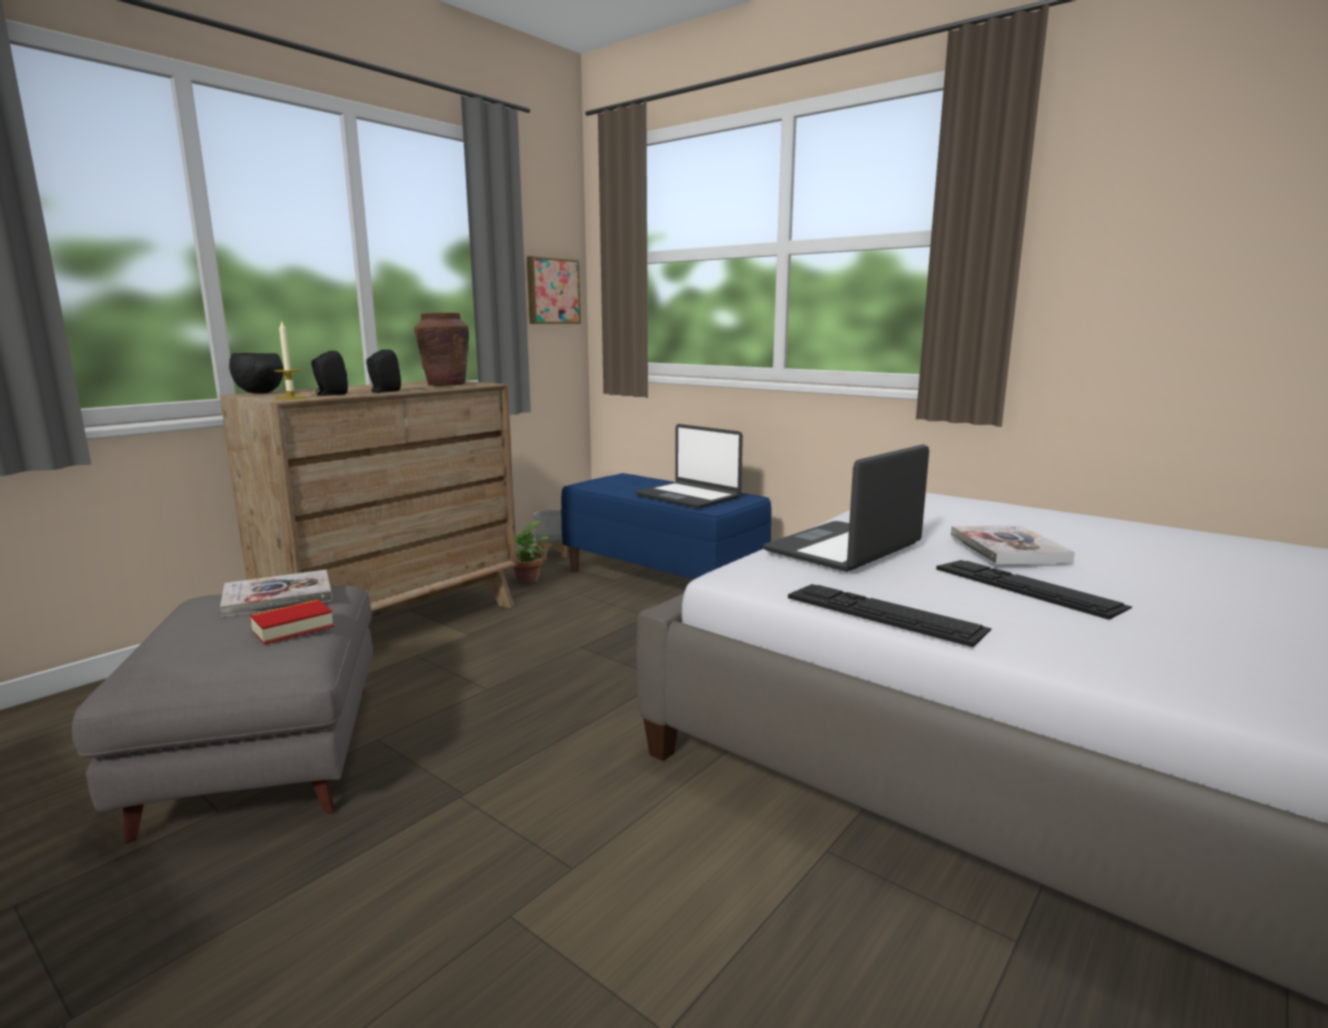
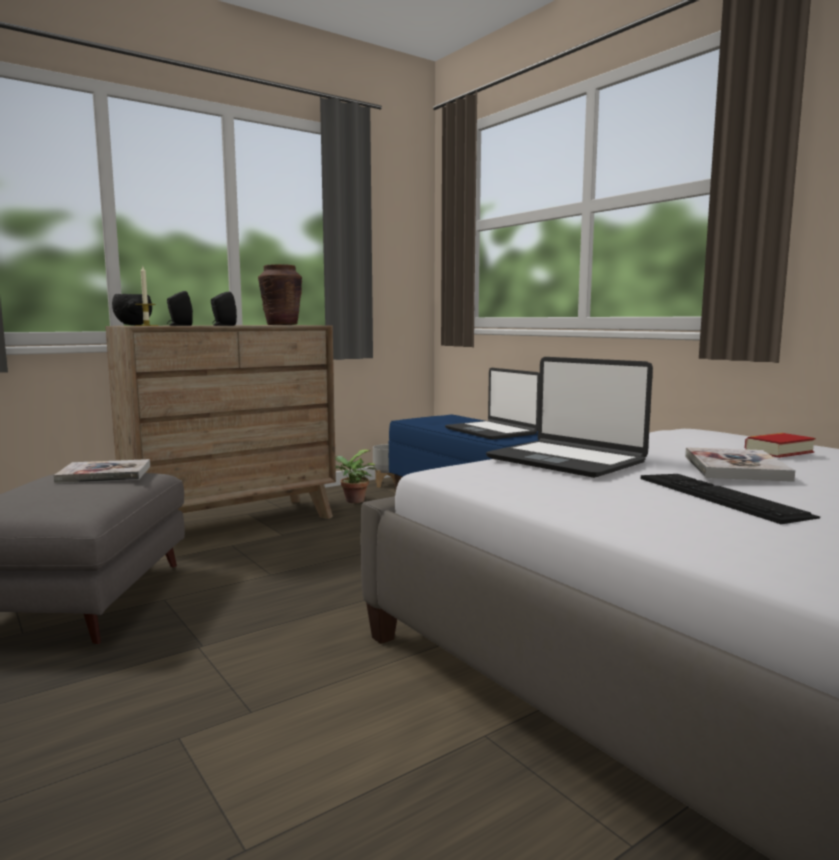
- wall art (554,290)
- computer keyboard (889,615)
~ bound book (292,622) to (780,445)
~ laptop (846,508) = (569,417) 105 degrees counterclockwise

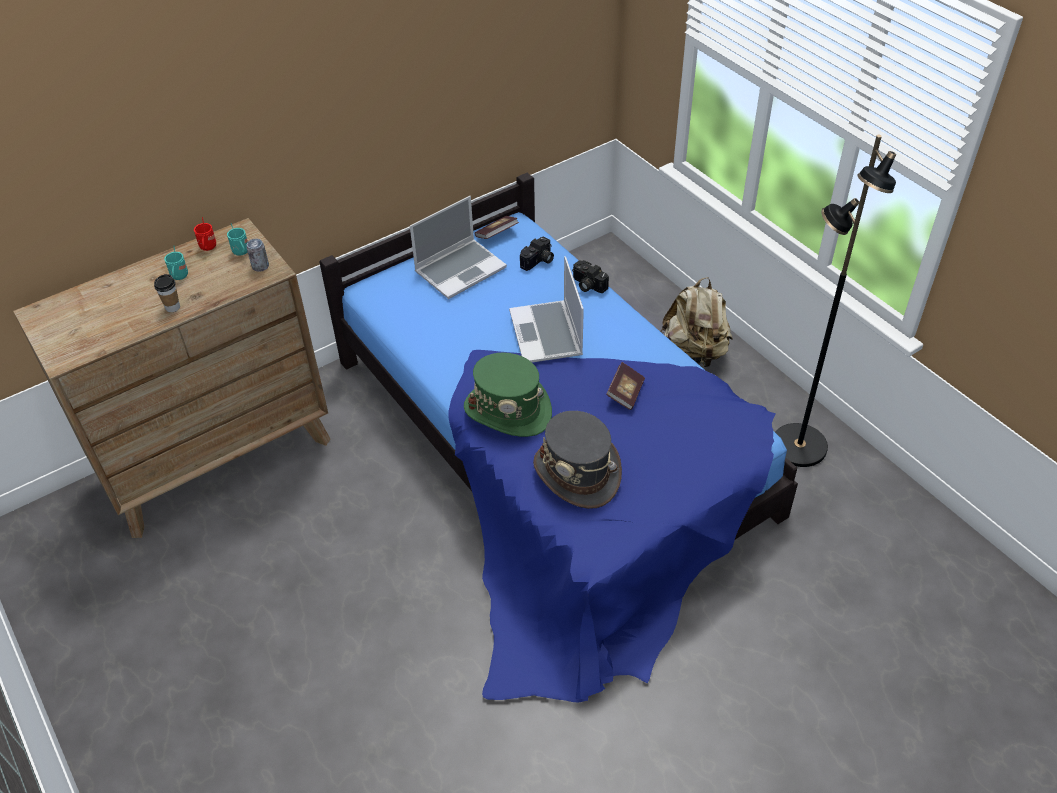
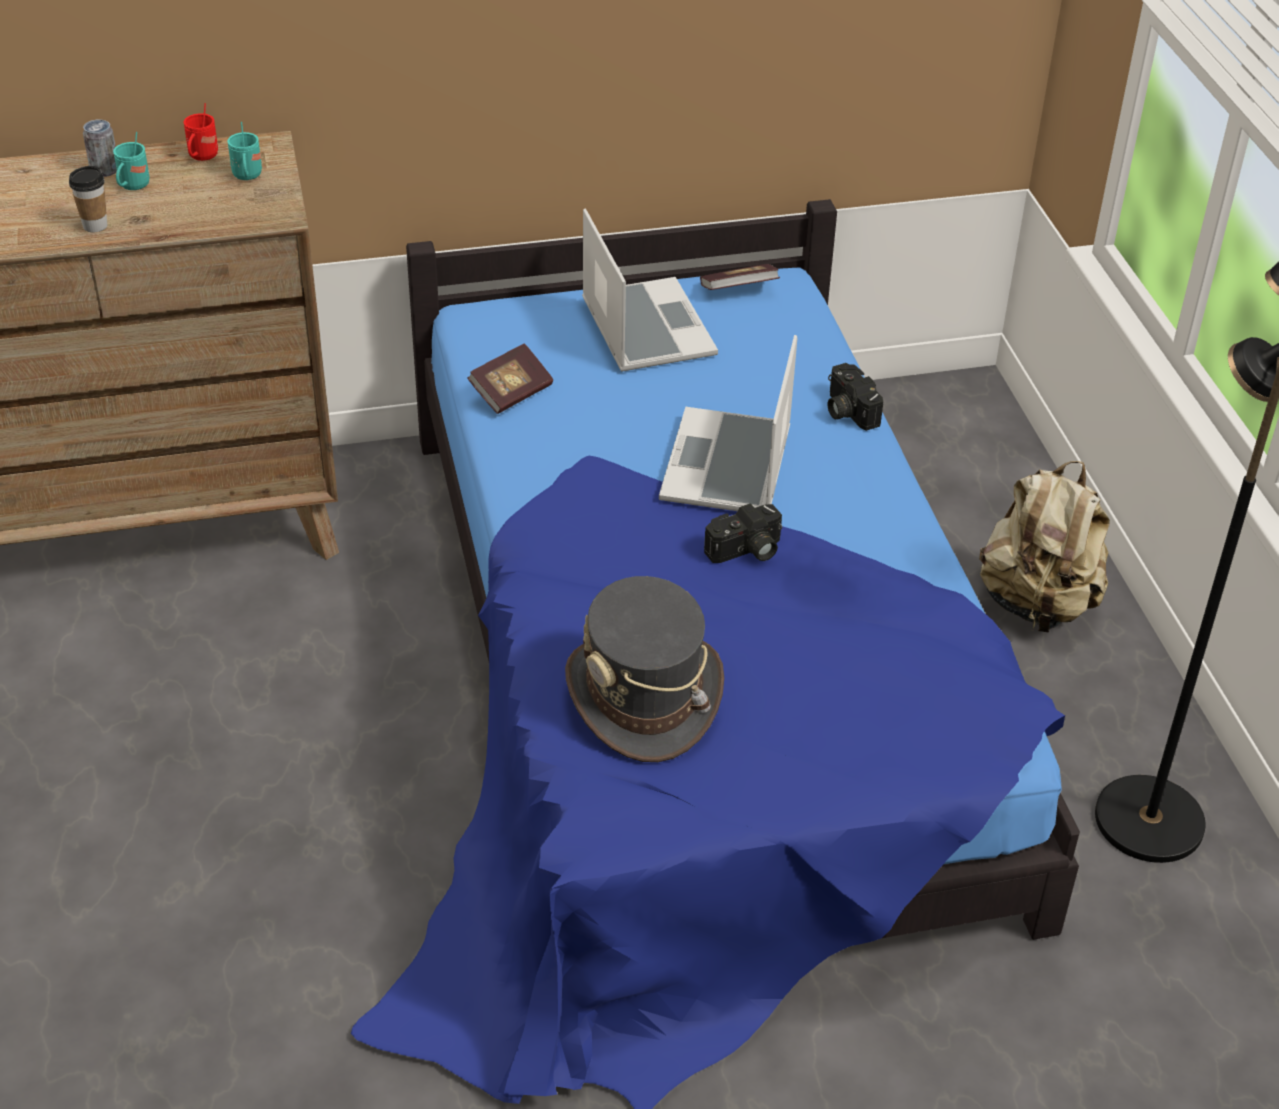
- green wearable hat (508,395)
~ sealed can (258,255) to (100,148)
~ still camera (537,253) to (743,533)
~ bound book (625,386) to (510,378)
~ laptop (458,247) = (650,290) 90 degrees counterclockwise

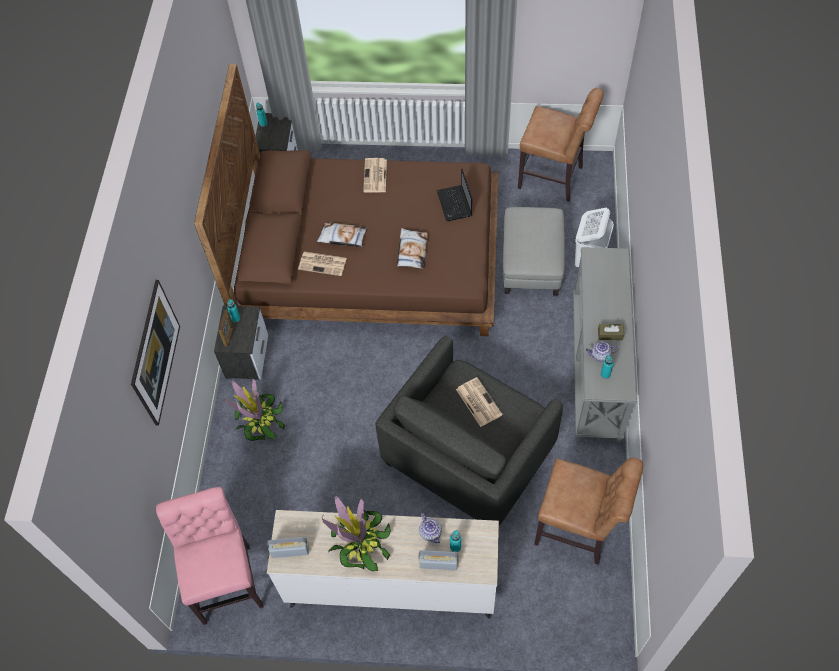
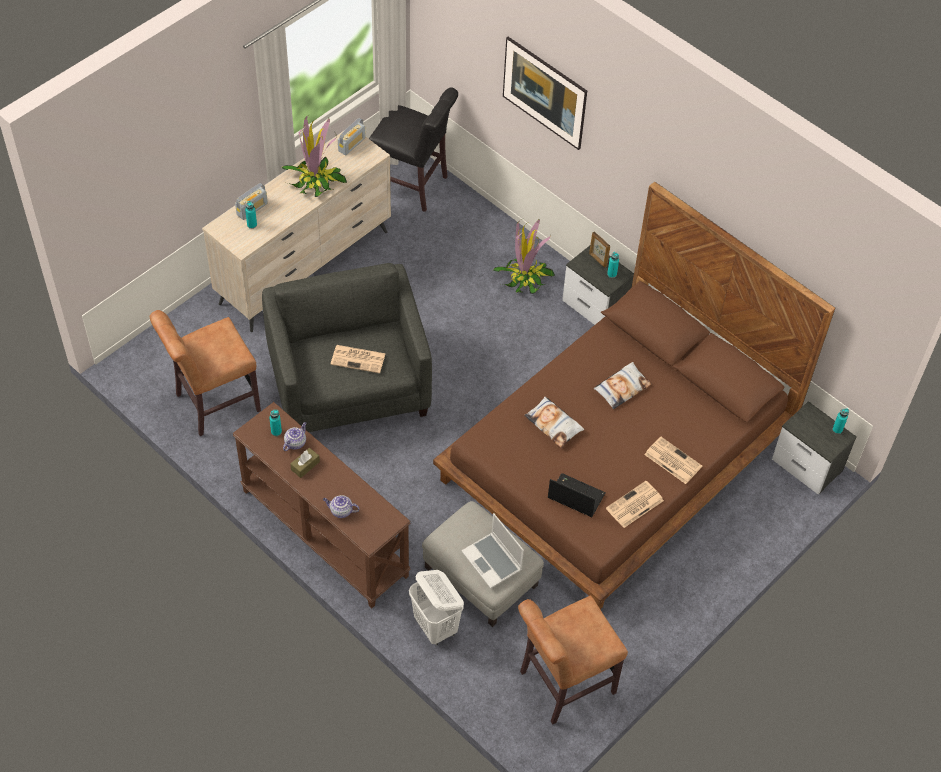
+ laptop (492,551)
~ printed paper (322,264) to (635,504)
~ tea pot (430,528) to (341,506)
~ pinkish upright chair (210,556) to blackish upright chair (413,149)
~ grey hall table (605,345) to brownish hall table (322,505)

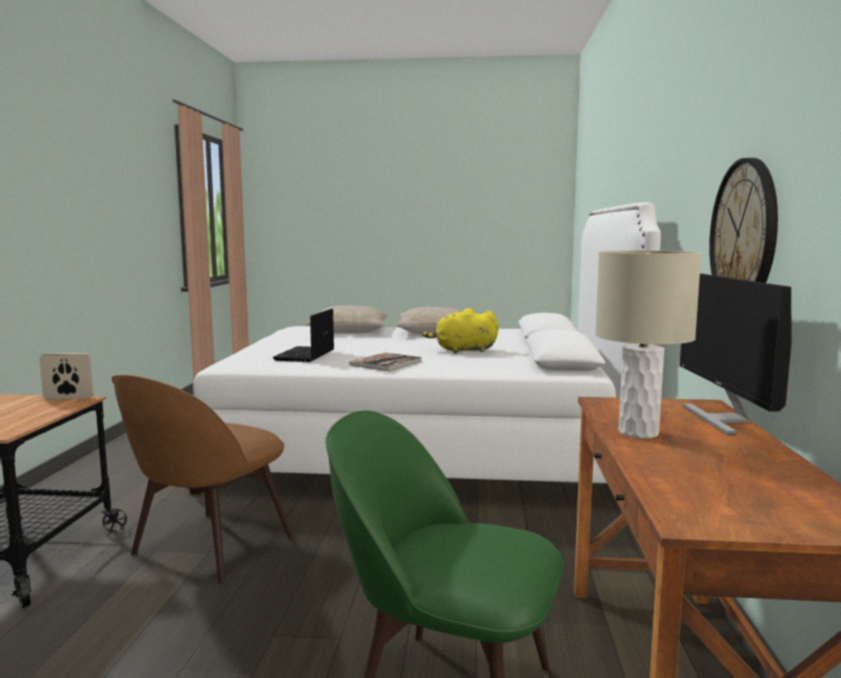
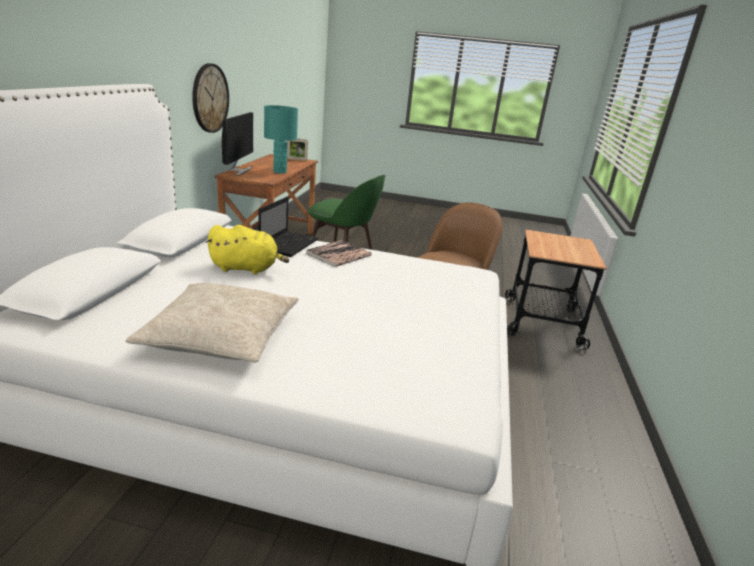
- sand-coloured throw pillow (347,319)
~ picture frame (66,376) to (297,149)
~ laptop (303,335) to (289,227)
~ sand-coloured lamp for a table (648,344) to blue-green lamp for a table (281,139)

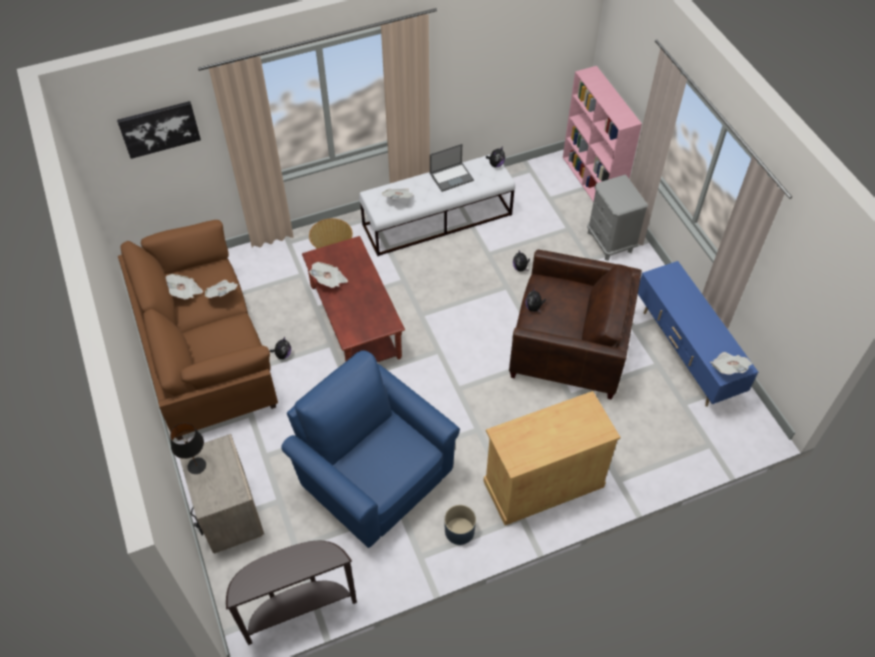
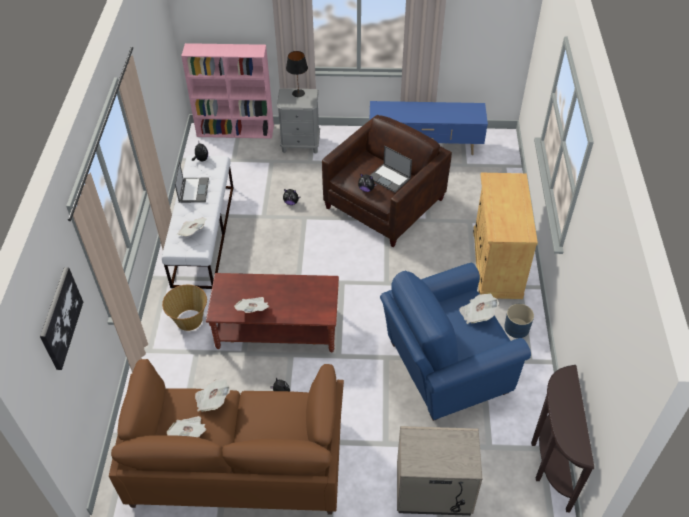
+ laptop (391,169)
~ blackish lamp for a table (188,448) to (297,74)
~ printed paper (731,363) to (479,309)

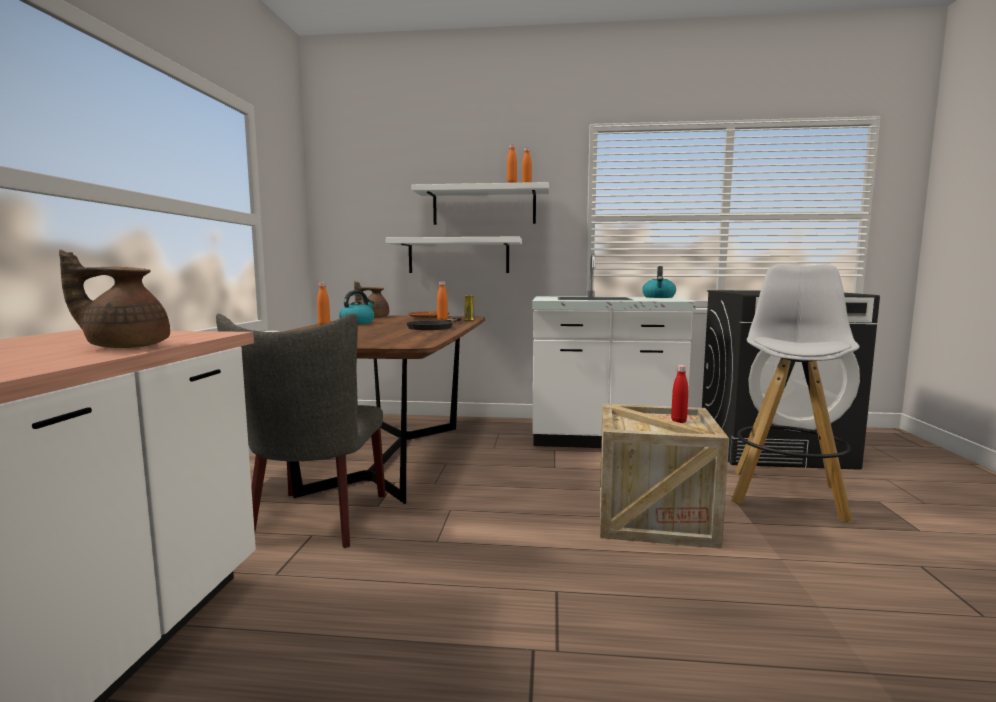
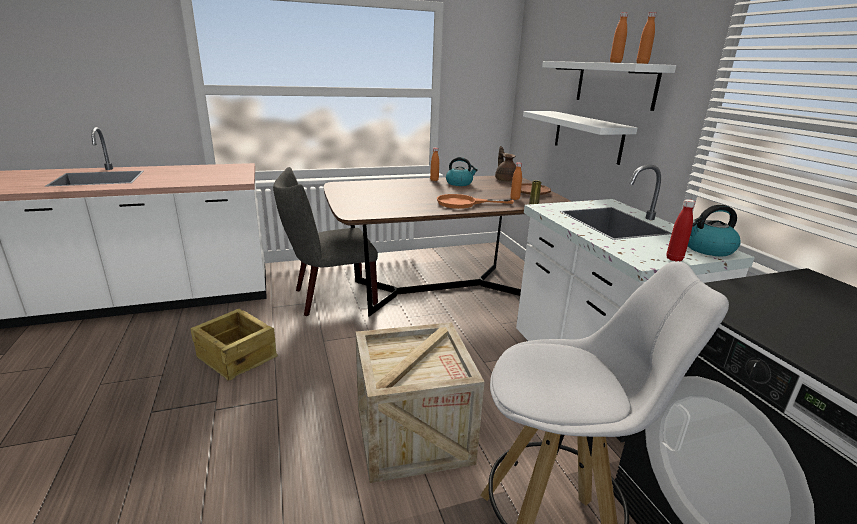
- brownish tea pot (114,299)
+ crate (234,345)
~ reddish bottle (679,394) to (681,230)
~ blackish skillet (434,324) to orange-coloured skillet (475,201)

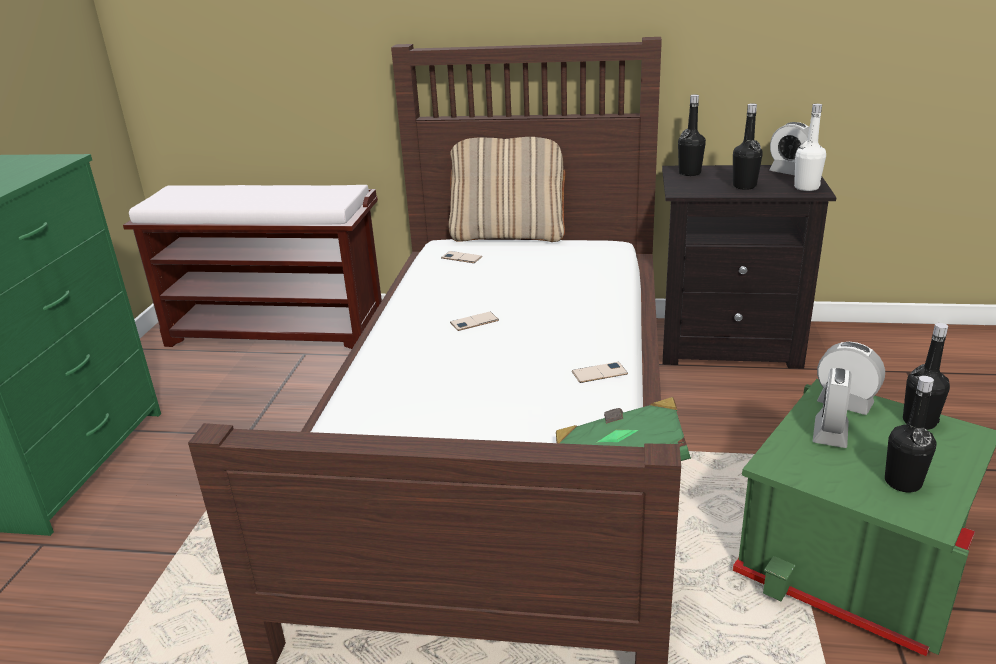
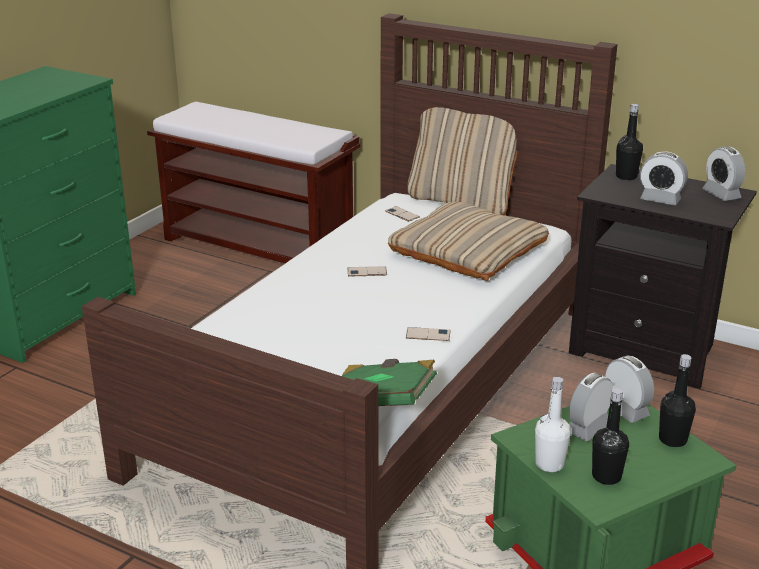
+ sand-coloured throw pillow (468,241)
~ whitish bottle (810,147) to (553,424)
~ blackish bottle (748,147) to alarm clock (664,178)

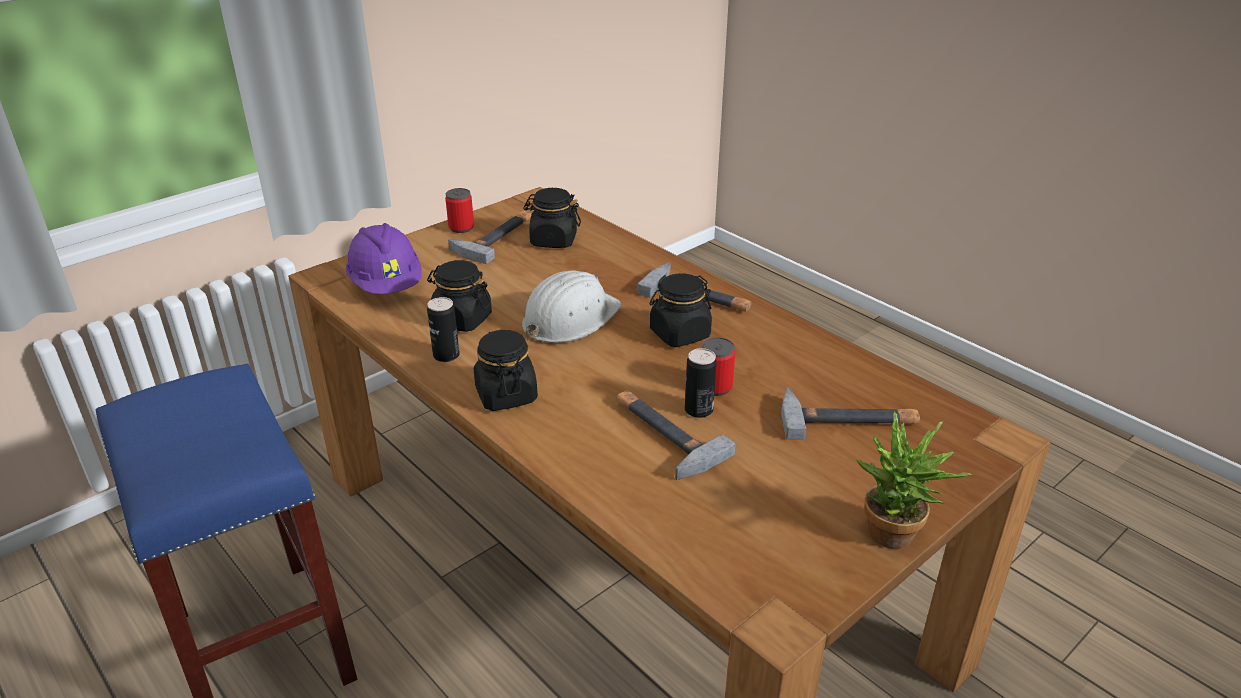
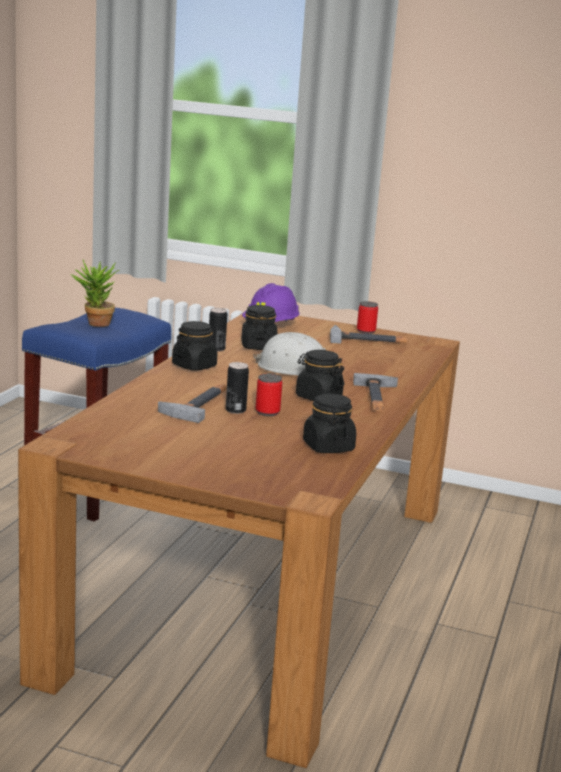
- hammer (850,413)
~ blackish preserve jar (552,218) to (329,423)
~ houseplant (914,480) to (94,293)

